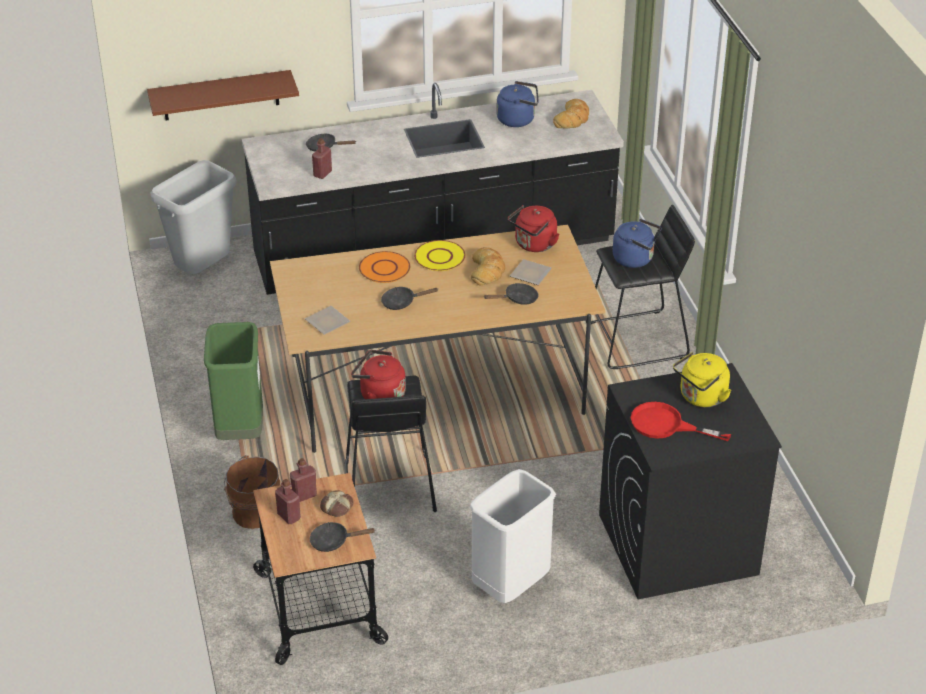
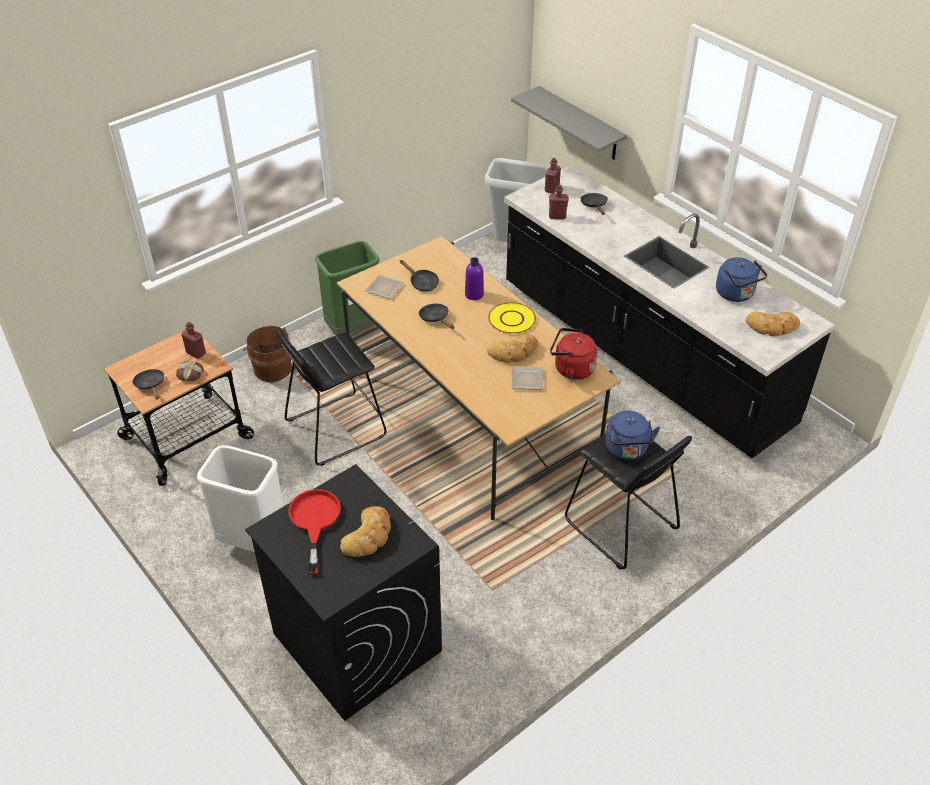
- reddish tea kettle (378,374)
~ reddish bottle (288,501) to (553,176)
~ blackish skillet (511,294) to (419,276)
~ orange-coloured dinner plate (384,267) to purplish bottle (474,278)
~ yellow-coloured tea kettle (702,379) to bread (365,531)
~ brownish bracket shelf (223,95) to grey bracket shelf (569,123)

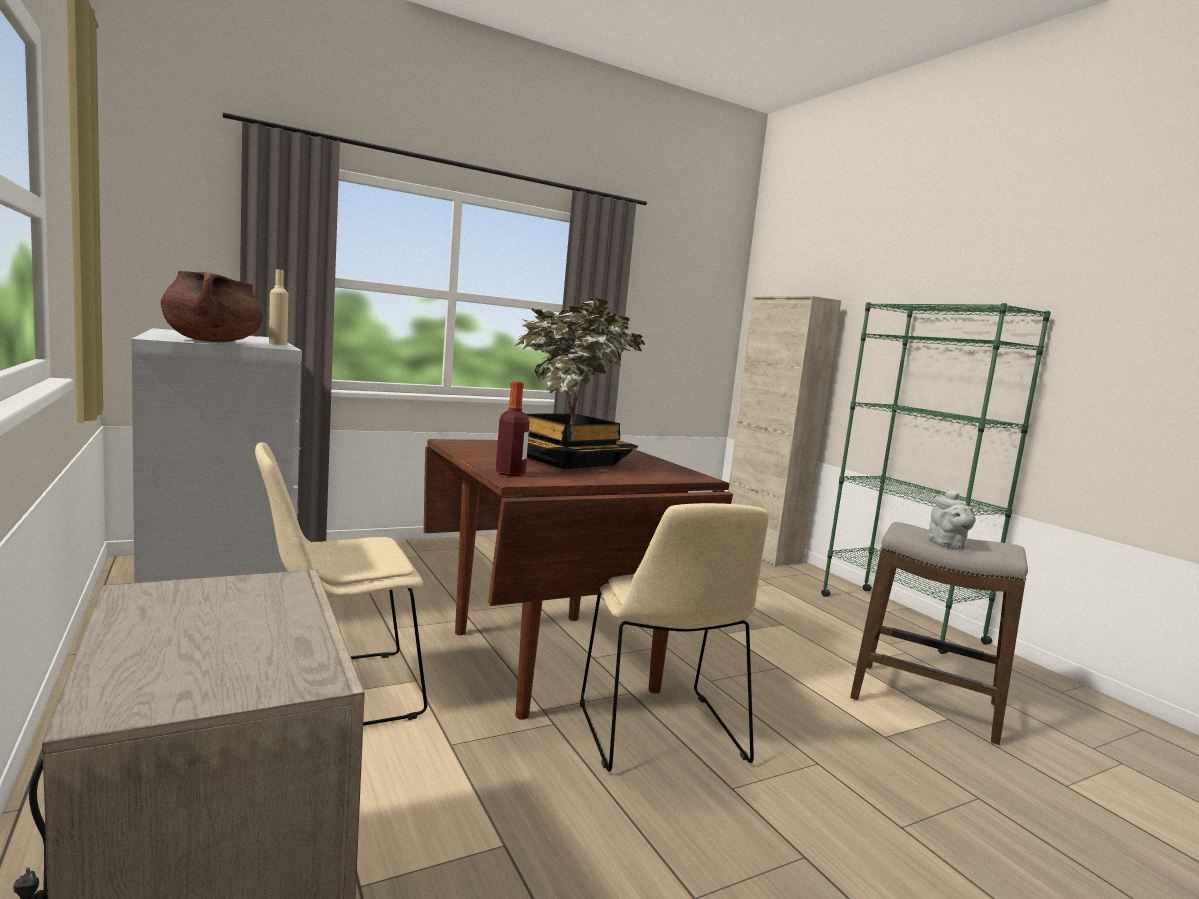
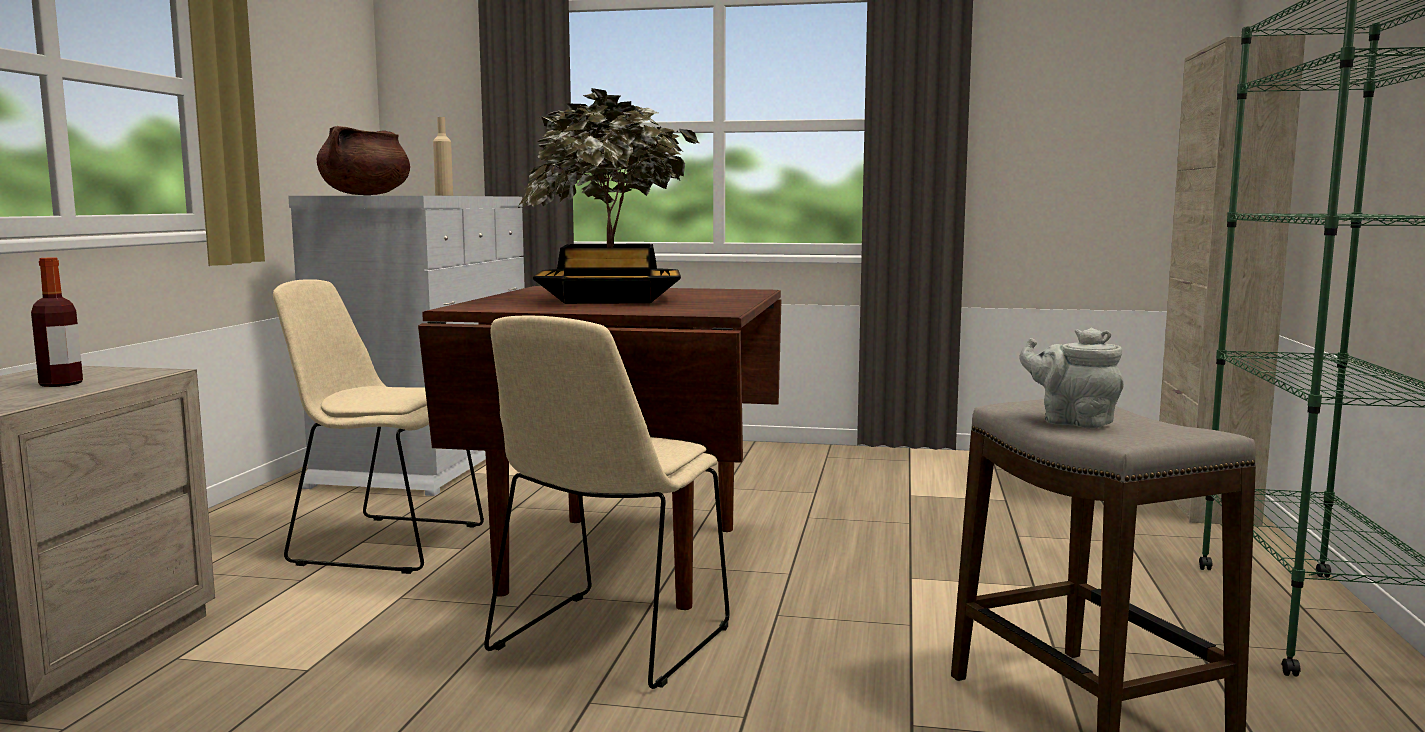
~ bottle (512,428) to (57,322)
~ grey tea pot (952,518) = (1071,378) 90 degrees clockwise

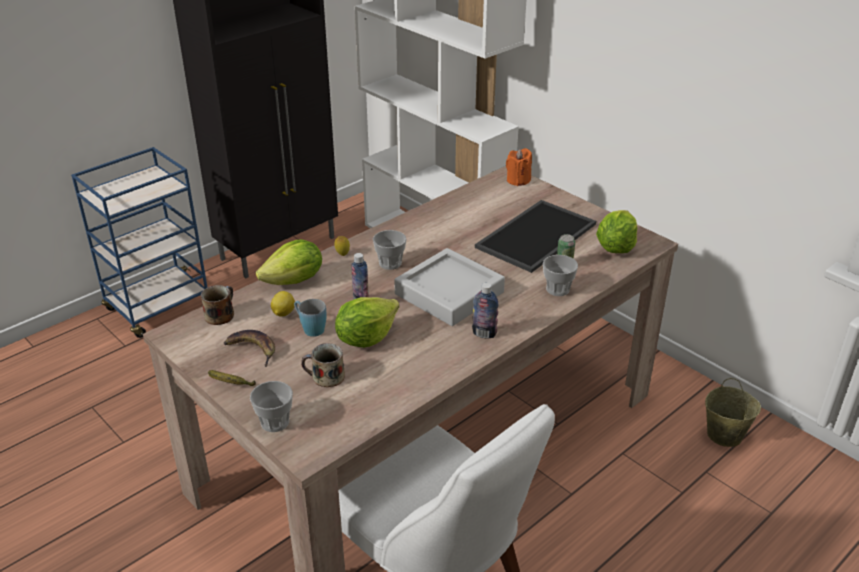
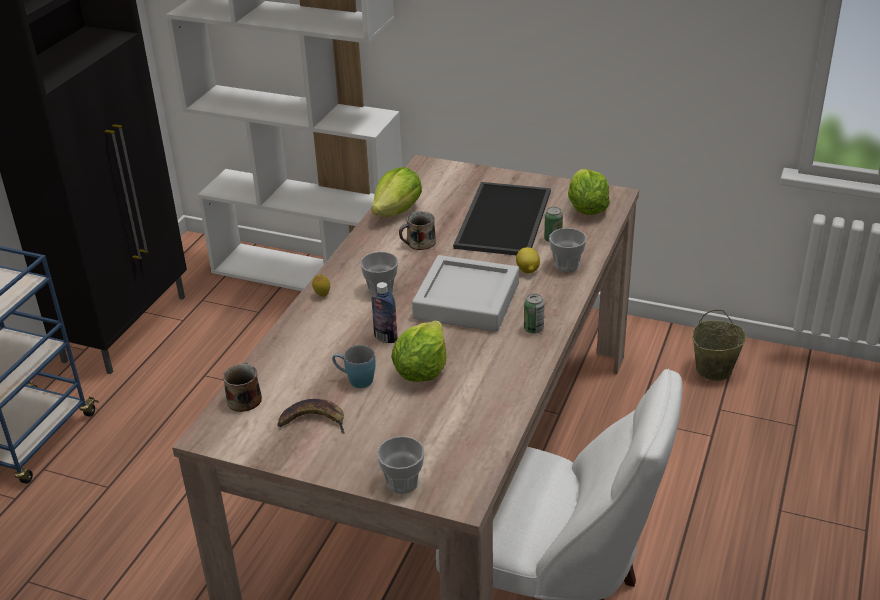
- whole banana (232,378)
- orange-coloured wax light (519,167)
~ head of lettuce (289,262) to (396,192)
~ whole lemon (283,304) to (528,260)
~ coffee mug (323,365) to (417,230)
~ bottle (485,310) to sealed can (534,314)

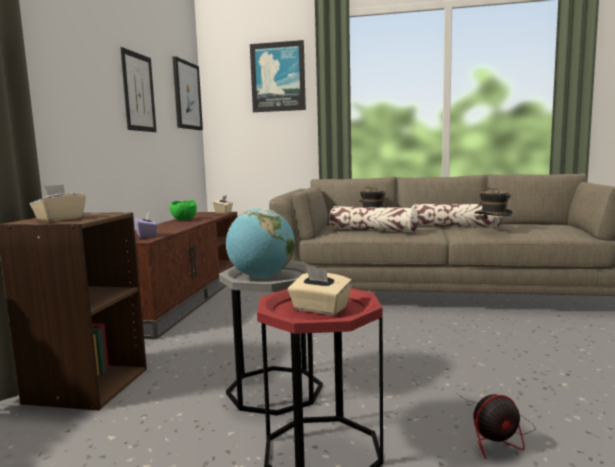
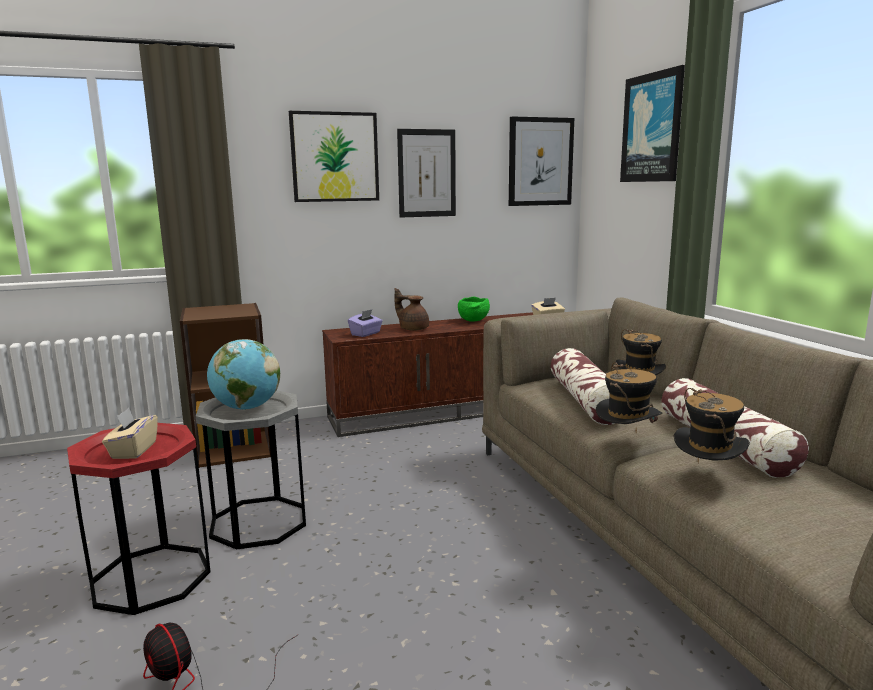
- sand-coloured tissue holder (58,203)
+ wall art (334,156)
+ brownish tea pot (412,309)
+ wearable hat (629,397)

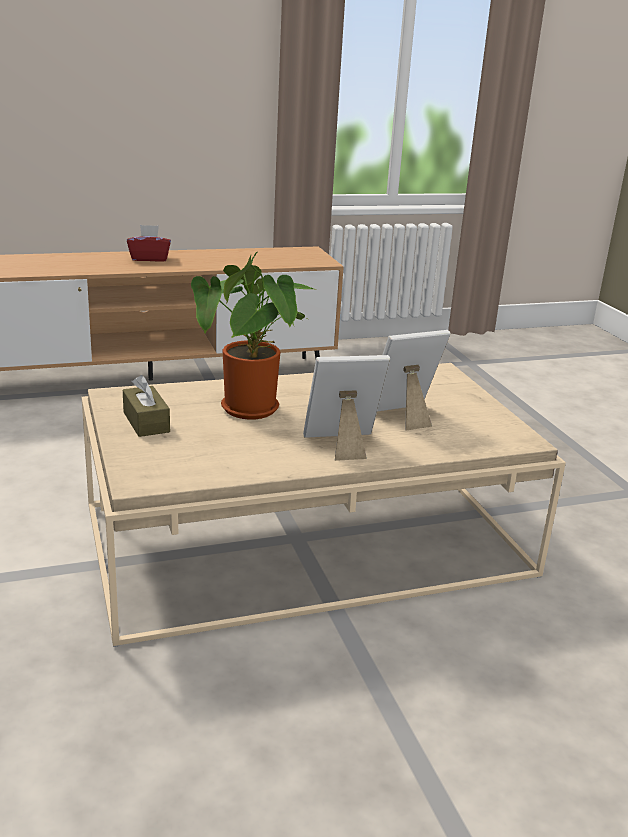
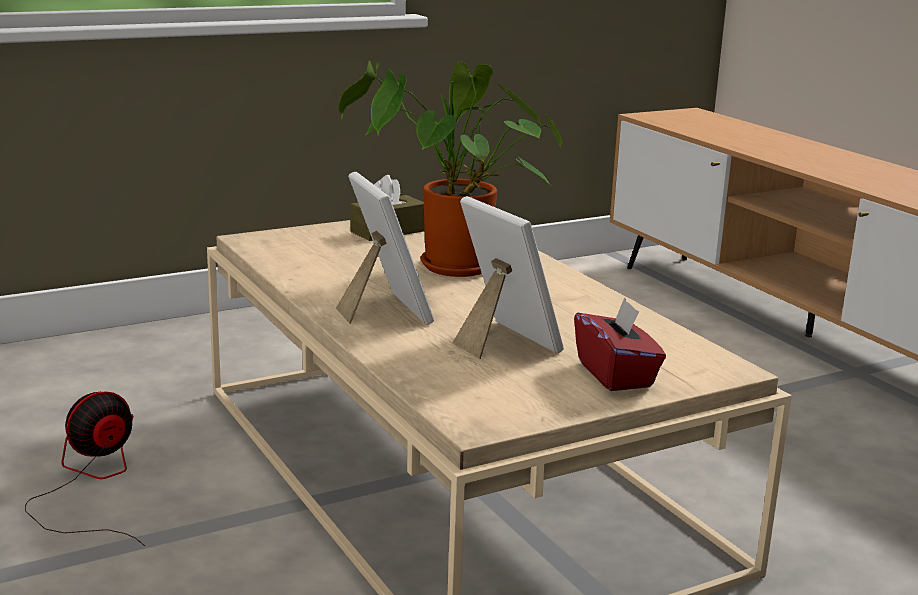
+ cooling fan (85,468)
~ reddish tissue holder (149,243) to (620,344)

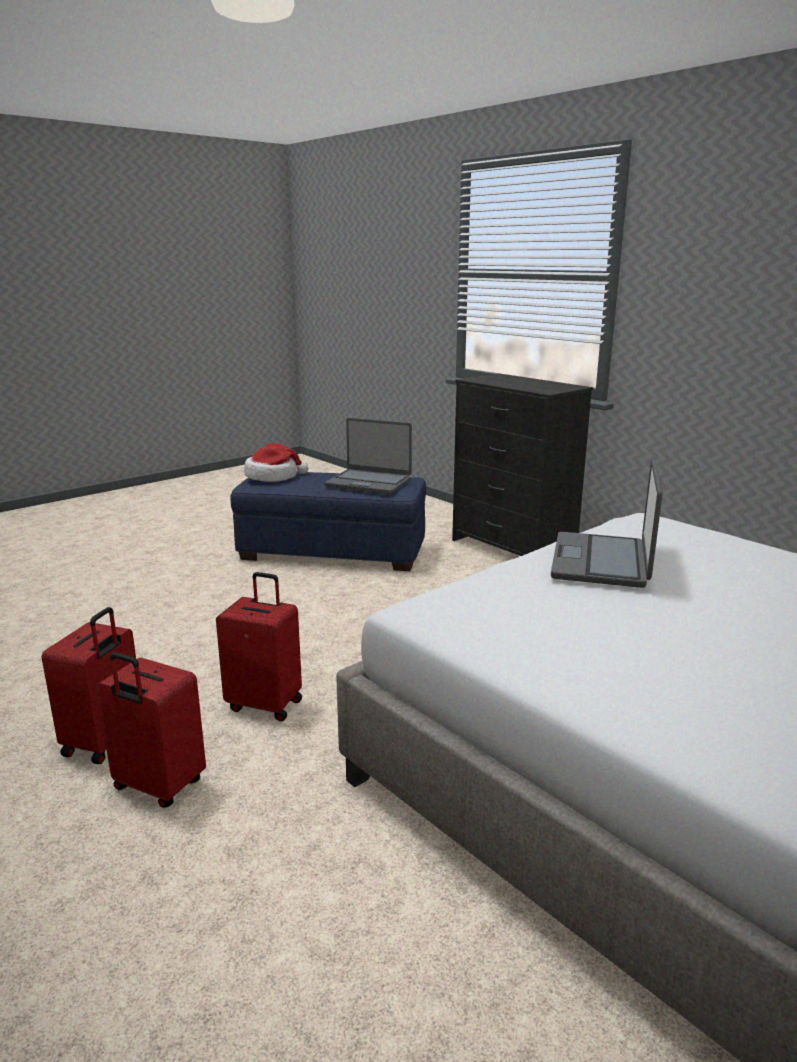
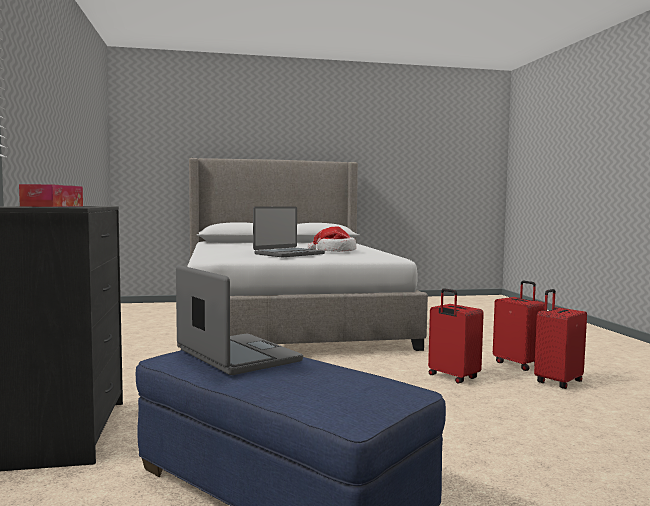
+ tissue holder (51,195)
~ wearable hat (276,462) to (331,239)

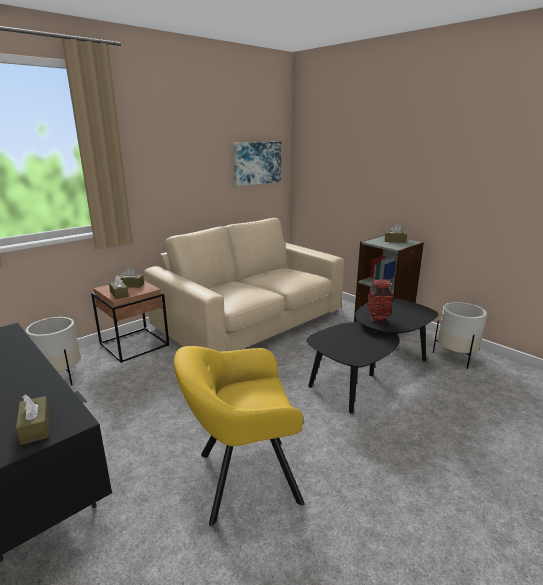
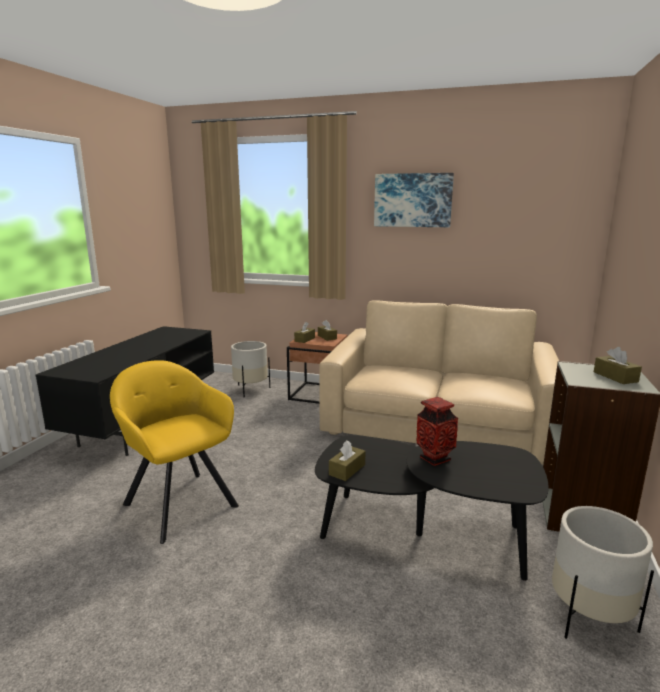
~ brownish tissue holder (33,420) to (347,460)
~ wall art (257,164) to (414,200)

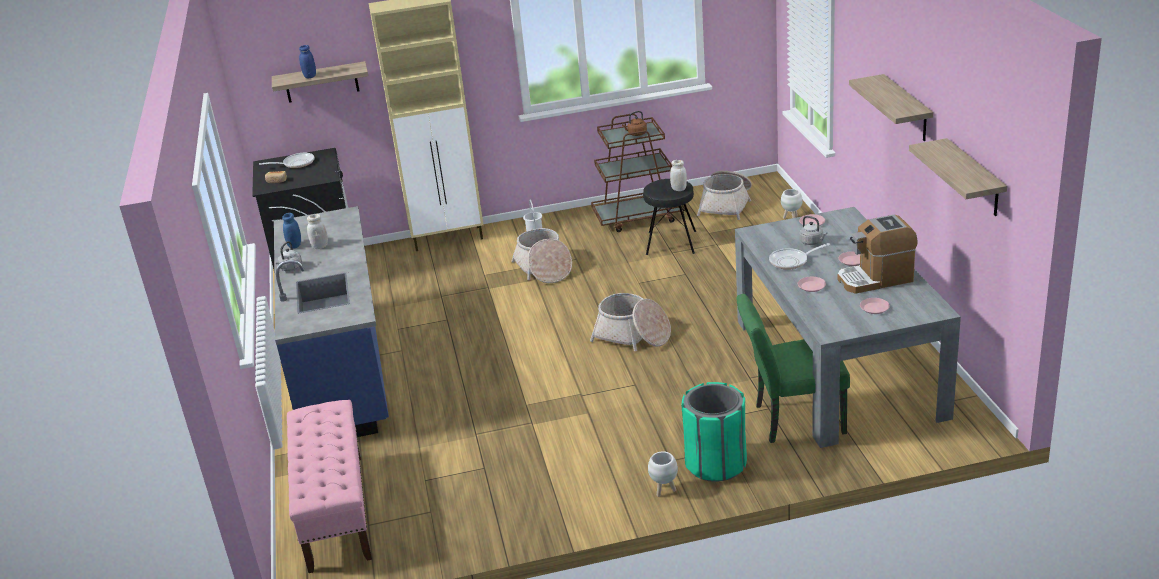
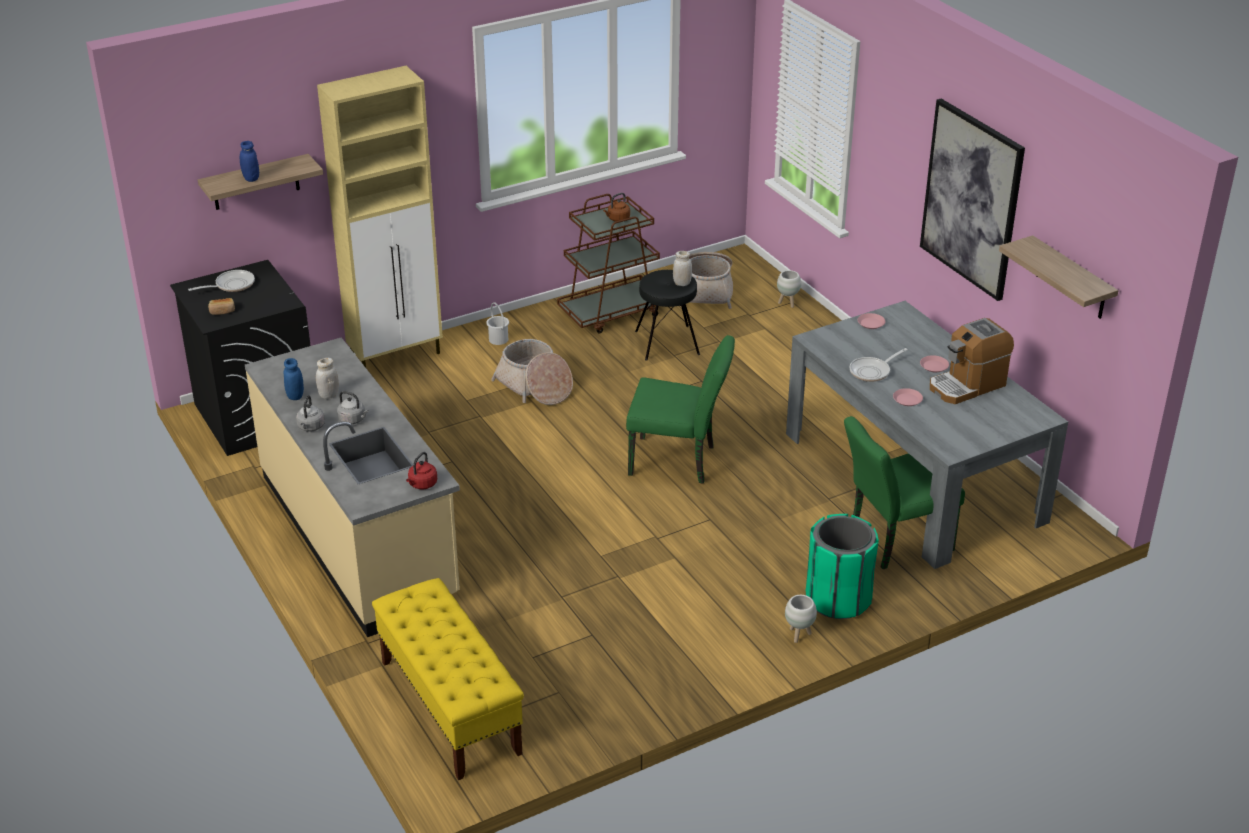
- pinkish dinner plate (875,306)
+ reddish tea kettle (421,470)
~ grey tea kettle (813,230) to (353,407)
~ storage basket (630,322) to green upright chair (680,409)
~ bracket shelf (891,107) to wall art (972,200)
~ bluish kitchen base unit (331,321) to sand-coloured kitchen base unit (352,487)
~ pinkish indoor bench (329,486) to yellow-coloured indoor bench (448,679)

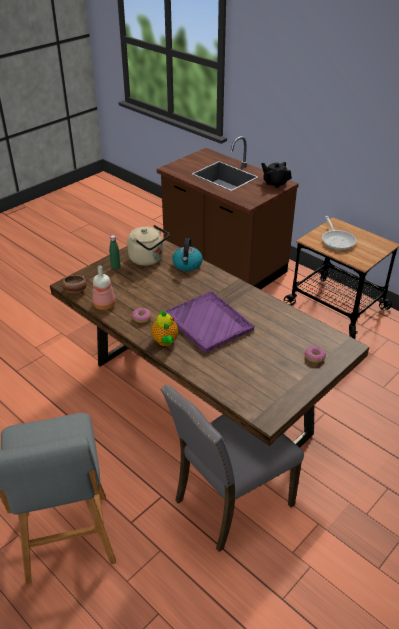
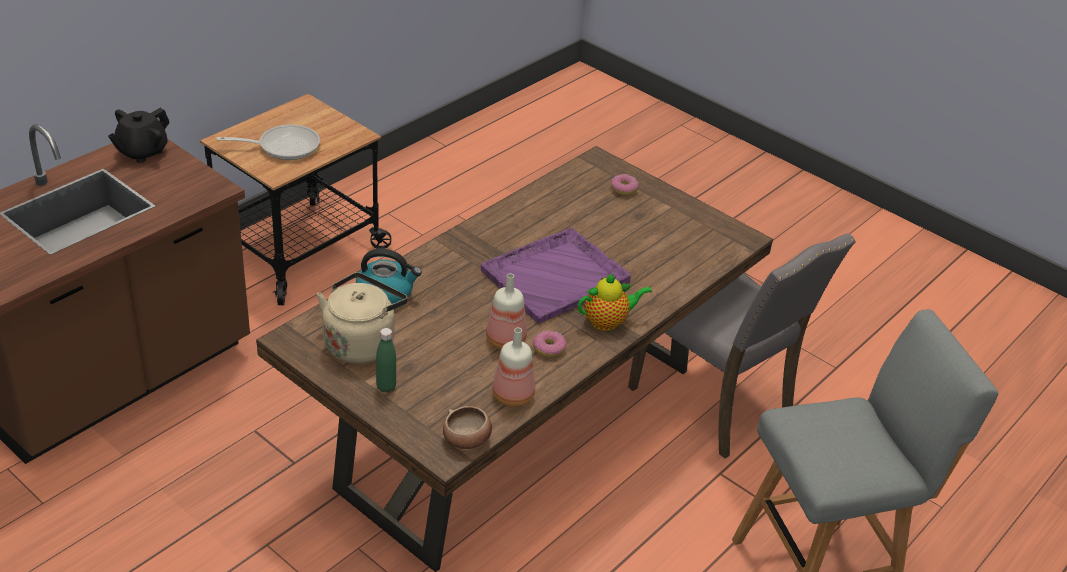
+ bottle (506,311)

